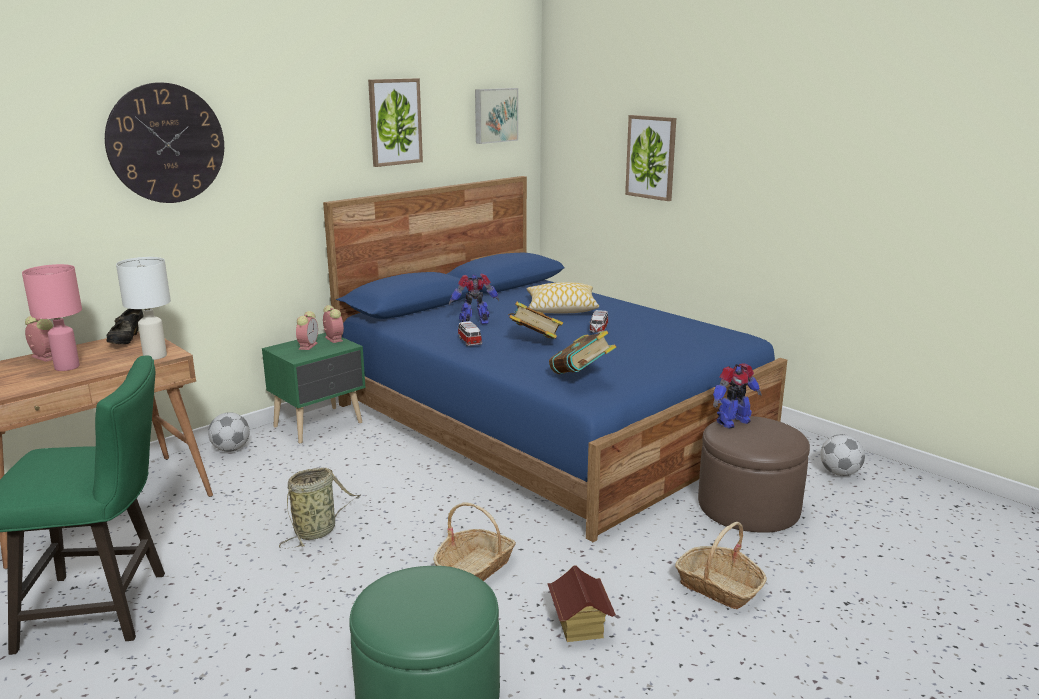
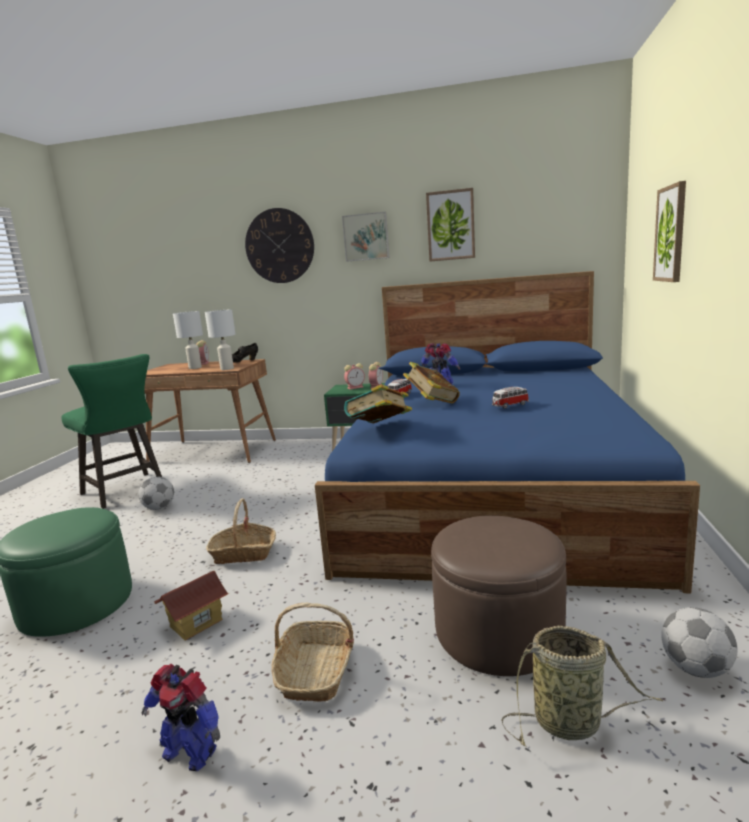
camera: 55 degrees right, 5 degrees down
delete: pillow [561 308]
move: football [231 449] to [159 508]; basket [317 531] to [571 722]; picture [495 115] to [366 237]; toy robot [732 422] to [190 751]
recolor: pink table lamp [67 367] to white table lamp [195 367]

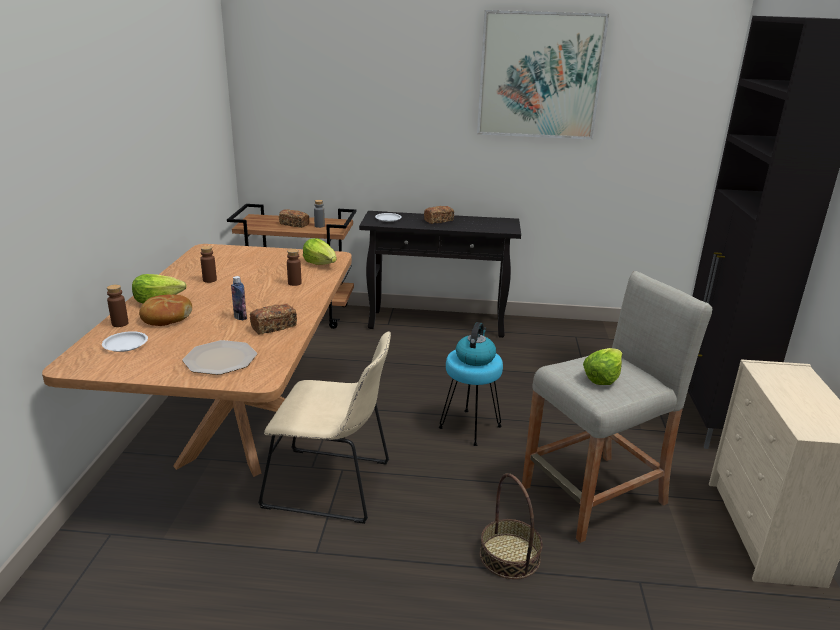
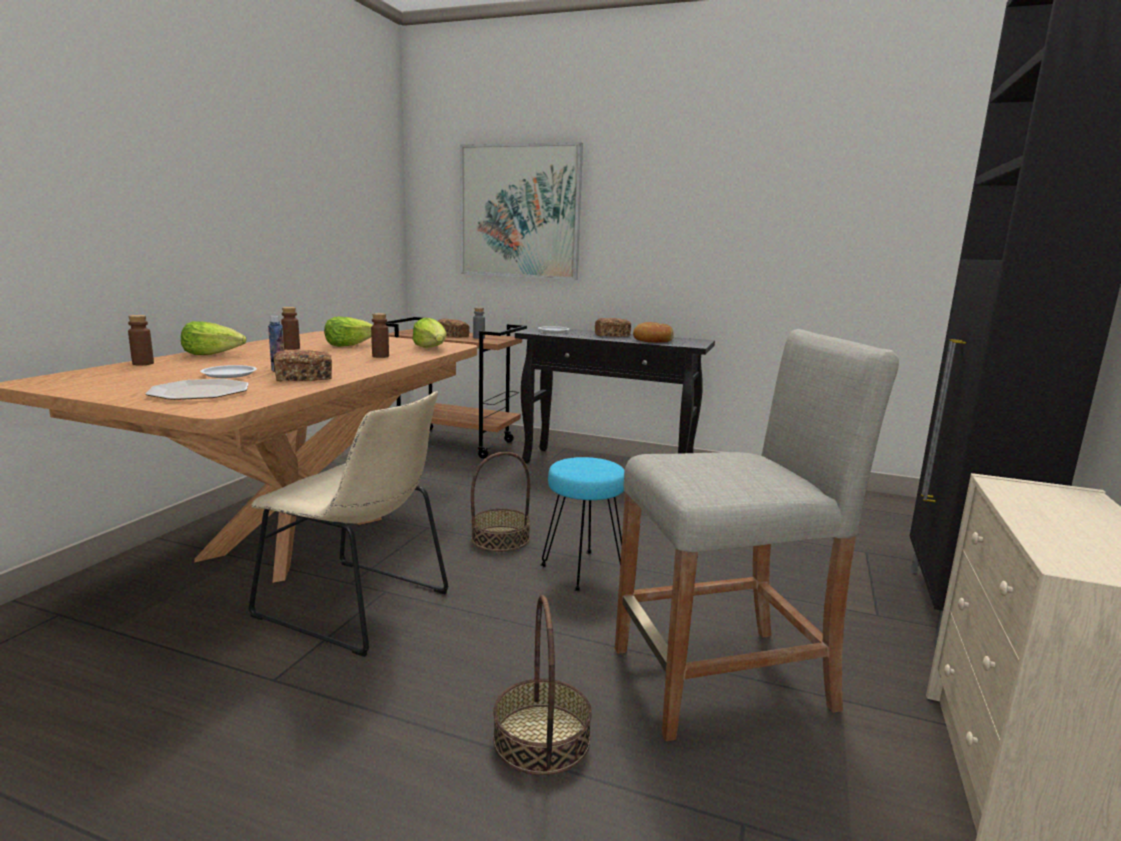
camera: 15 degrees right, 10 degrees down
delete: kettle [475 358]
insert: basket [500 538]
move: white plate [125 344] to [229 375]; bread [166 317] to [652 340]; picture [539 76] to [520 212]; lettuce [602 377] to [349 345]

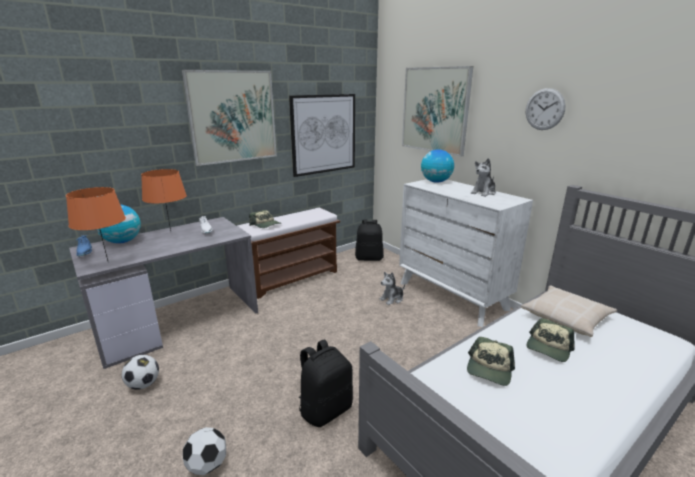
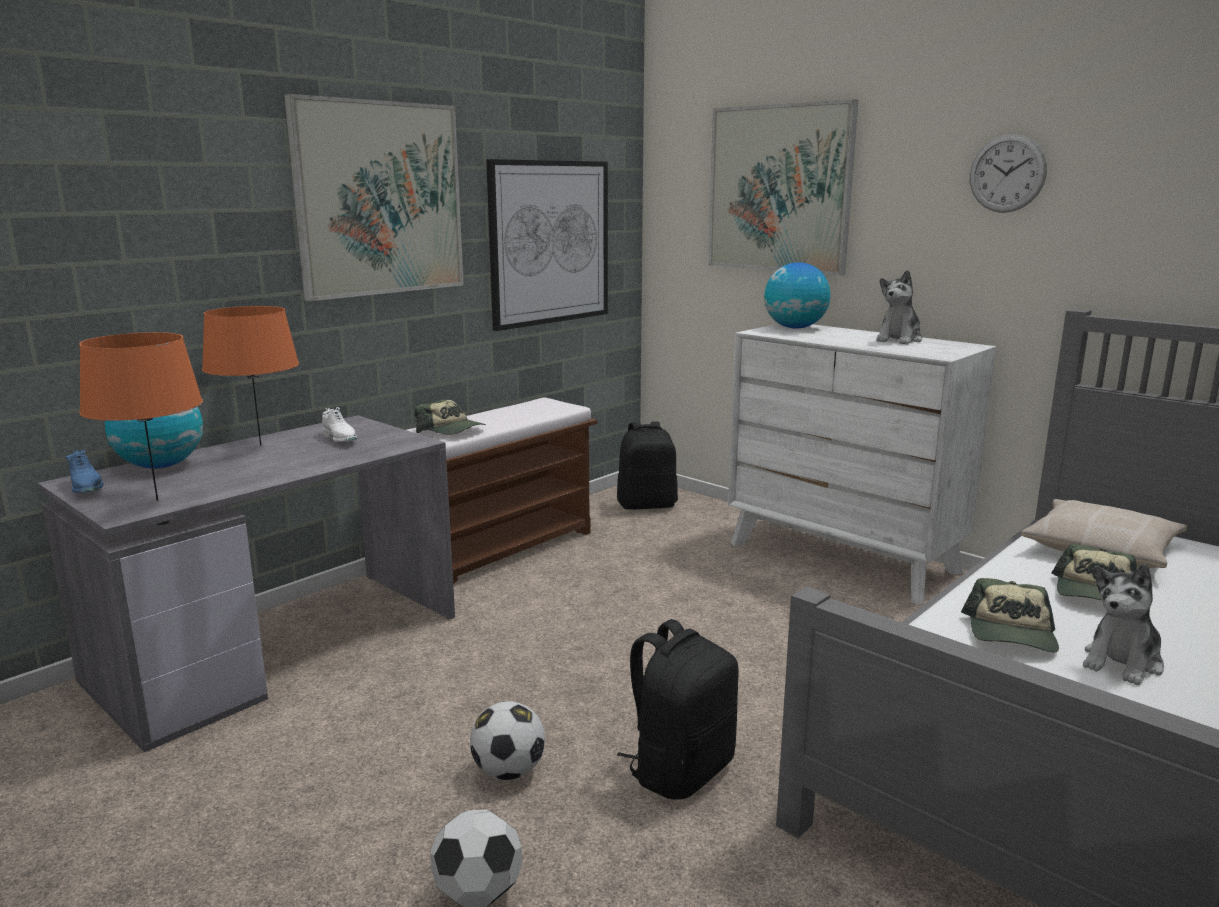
camera: 10 degrees left, 5 degrees down
move: football [143 384] to [509 771]; plush toy [392 299] to [1122 662]

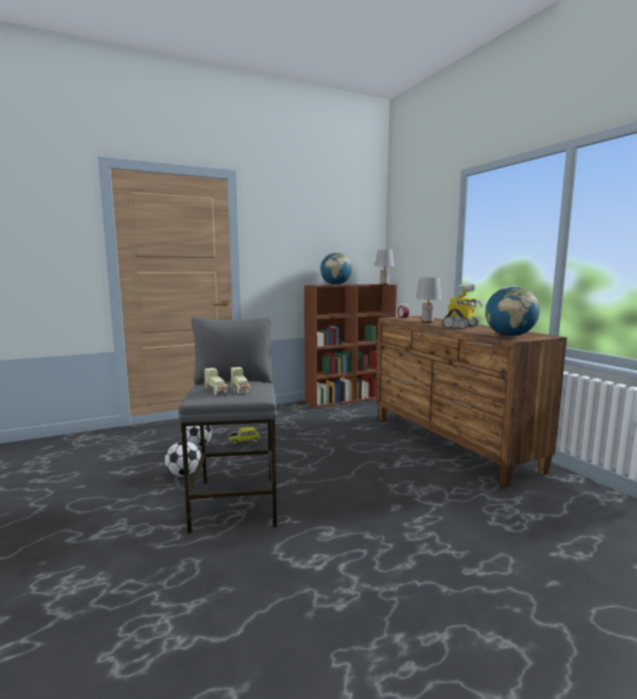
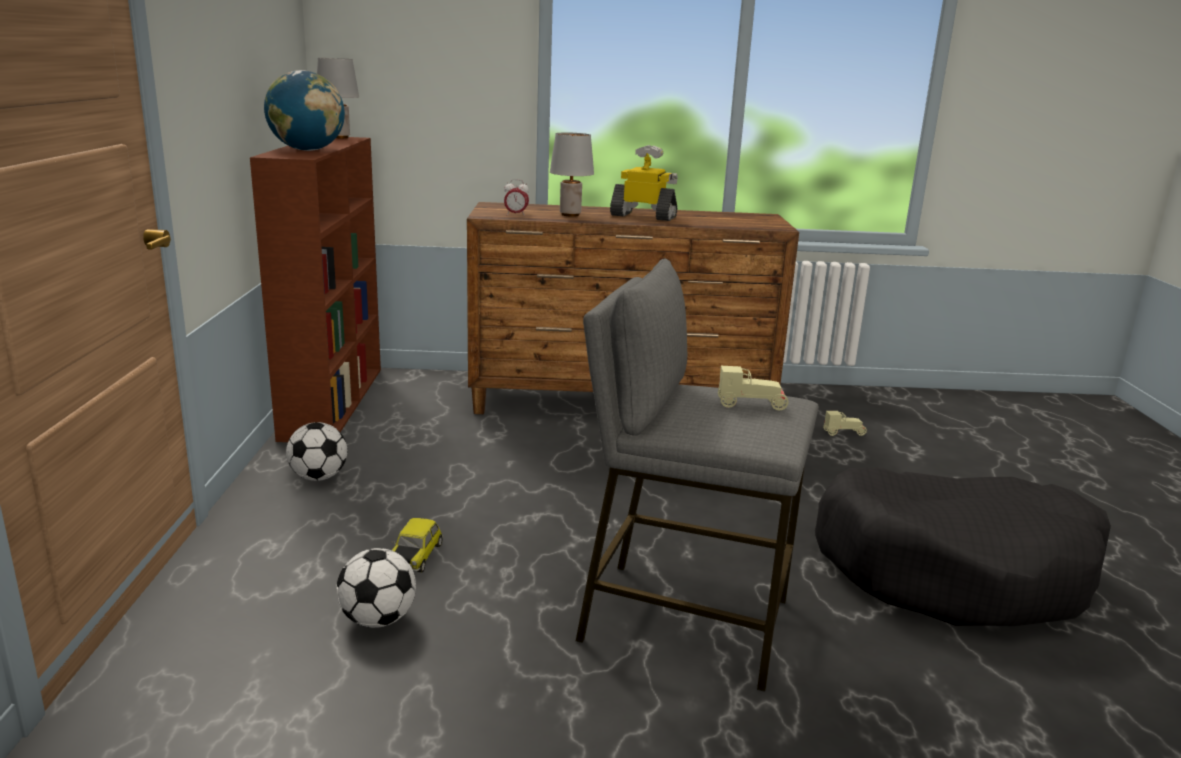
camera: 65 degrees left, 10 degrees up
delete: globe [509 336]
insert: black dog bed [954 570]
move: football [184 474] to [319 477]; beige toy car [216 390] to [844 433]
rotate: toy robot [461 326] = [644 216] 45 degrees counterclockwise

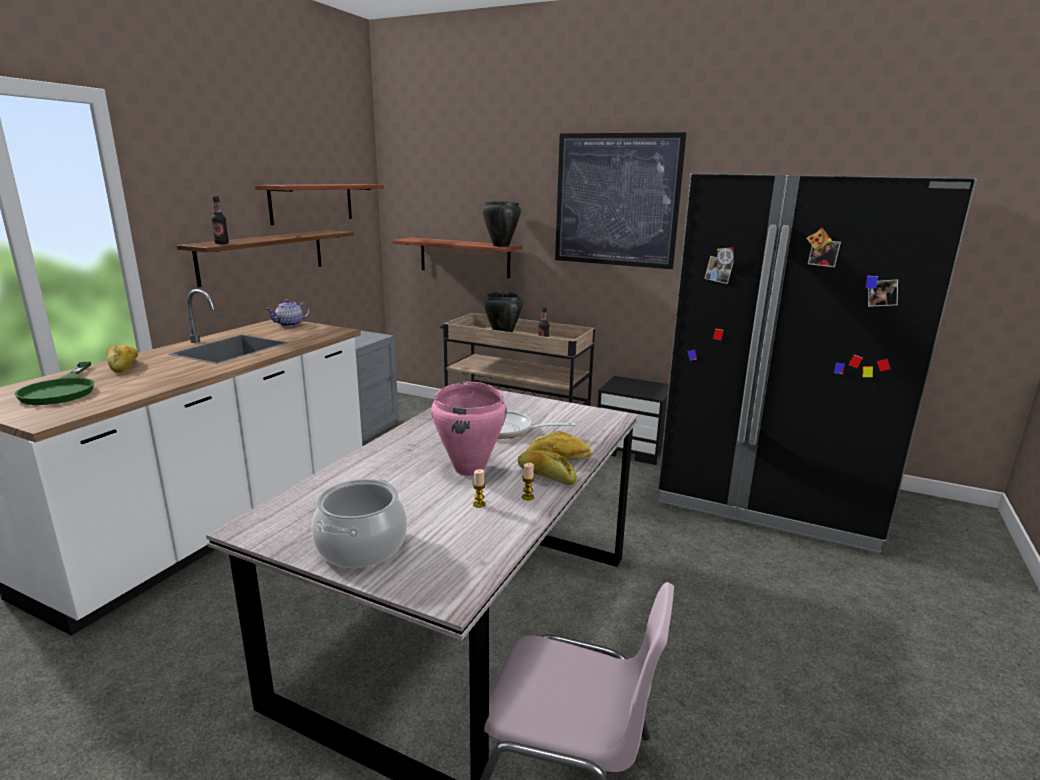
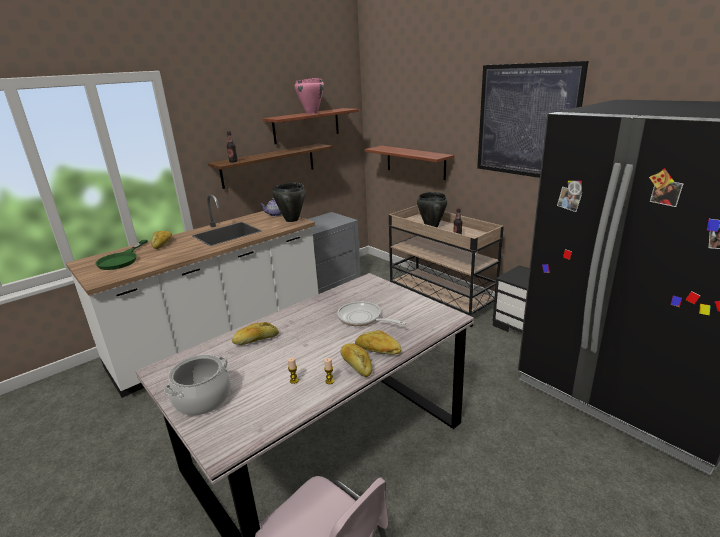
camera: 25 degrees right, 5 degrees up
insert: bread [256 340]
move: pink cooking pot [470 468] to [312 113]; black cooking pot [500 245] to [291 220]

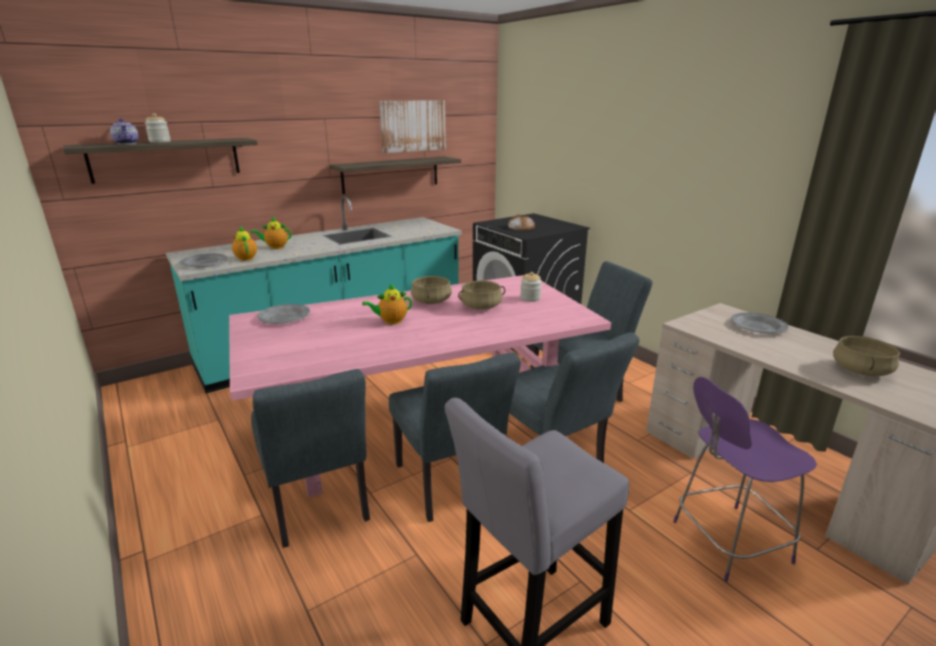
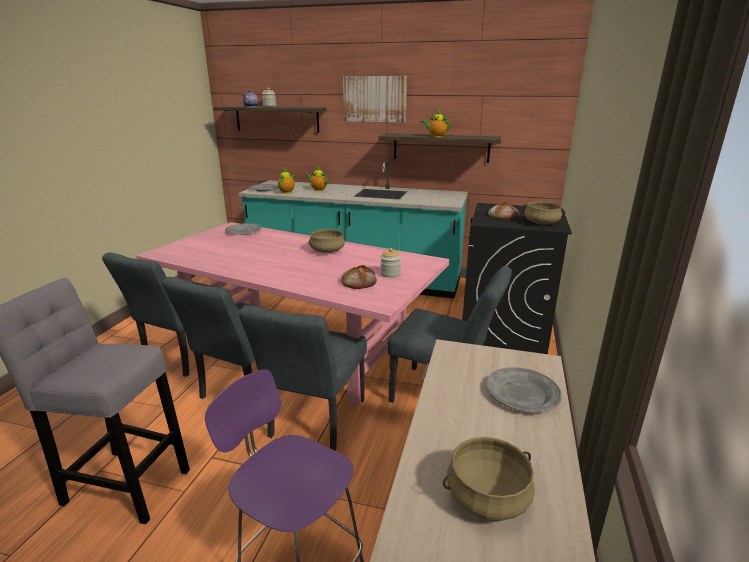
camera: 50 degrees right, 0 degrees up
insert: bread [359 281]
move: teapot [391 321] to [436 136]; picture [413 126] to [375 99]; beige cooking pot [481 307] to [541 223]

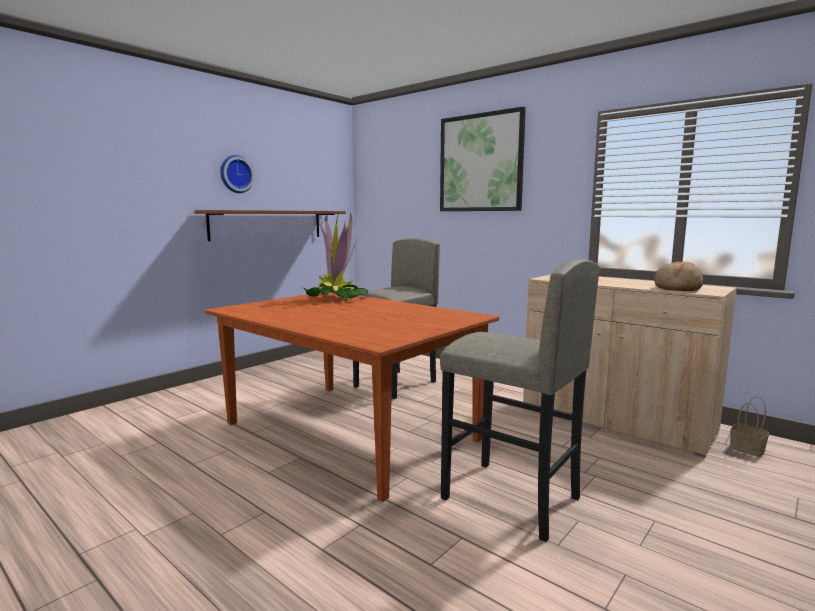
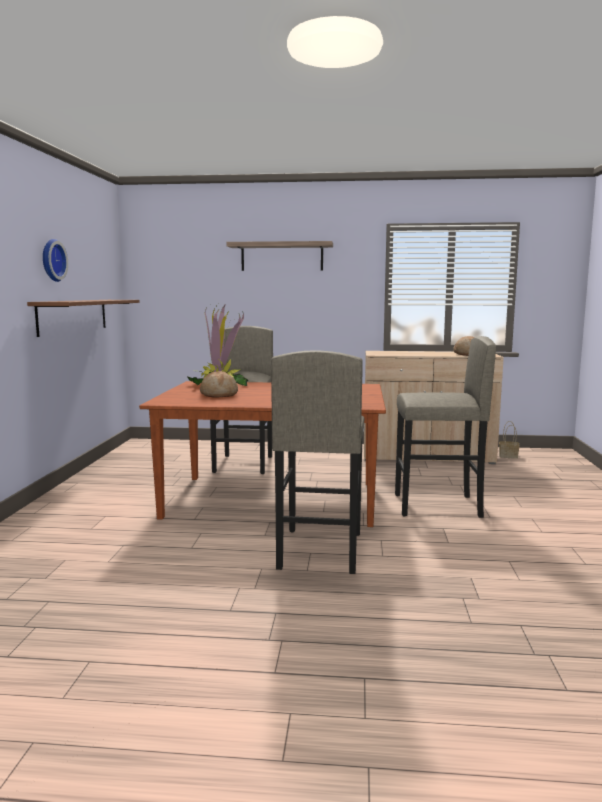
camera: 35 degrees left, 0 degrees up
insert: bread [218 394]; grey stool [319 550]
replace: picture [480 163] to shelf [282 257]

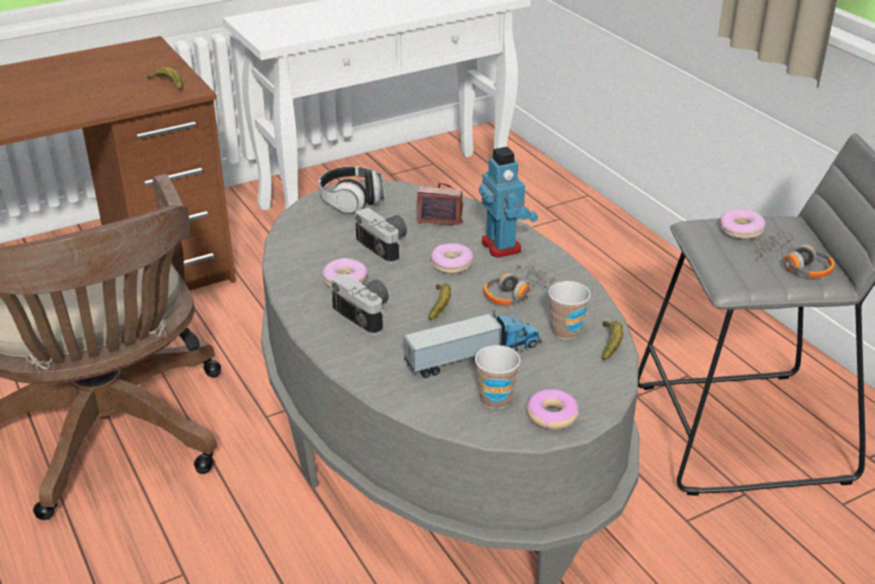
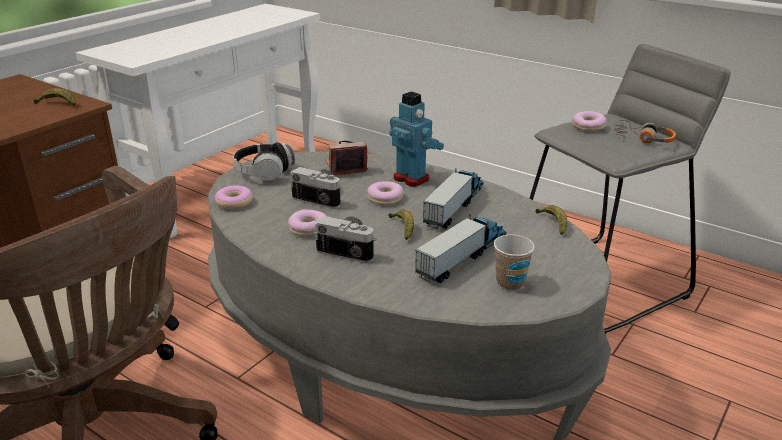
camera: 25 degrees left, 5 degrees down
delete: cup [566 331]
move: donut [552 415] to [234 202]
replace: headphones [519 293] to toy truck [455 206]

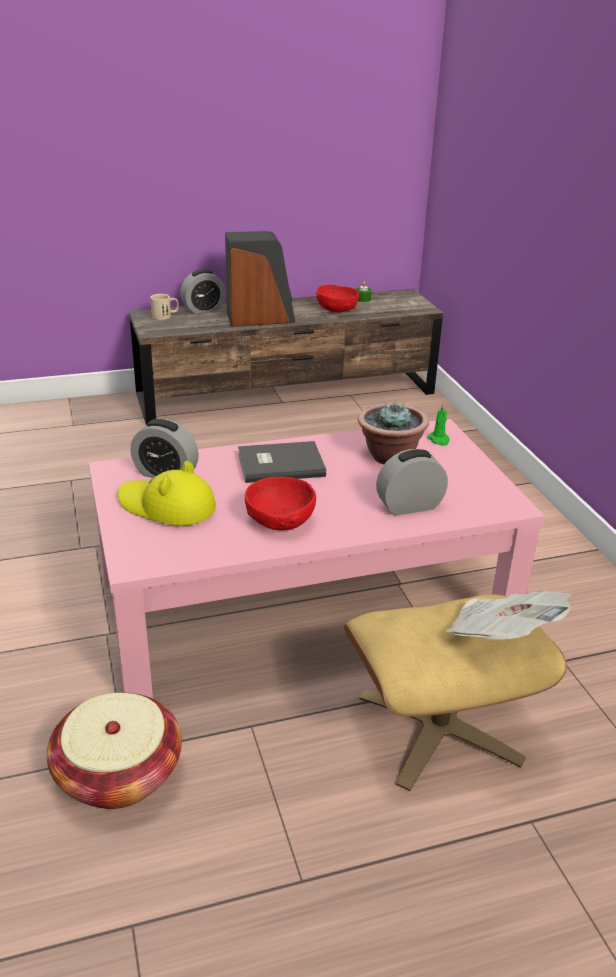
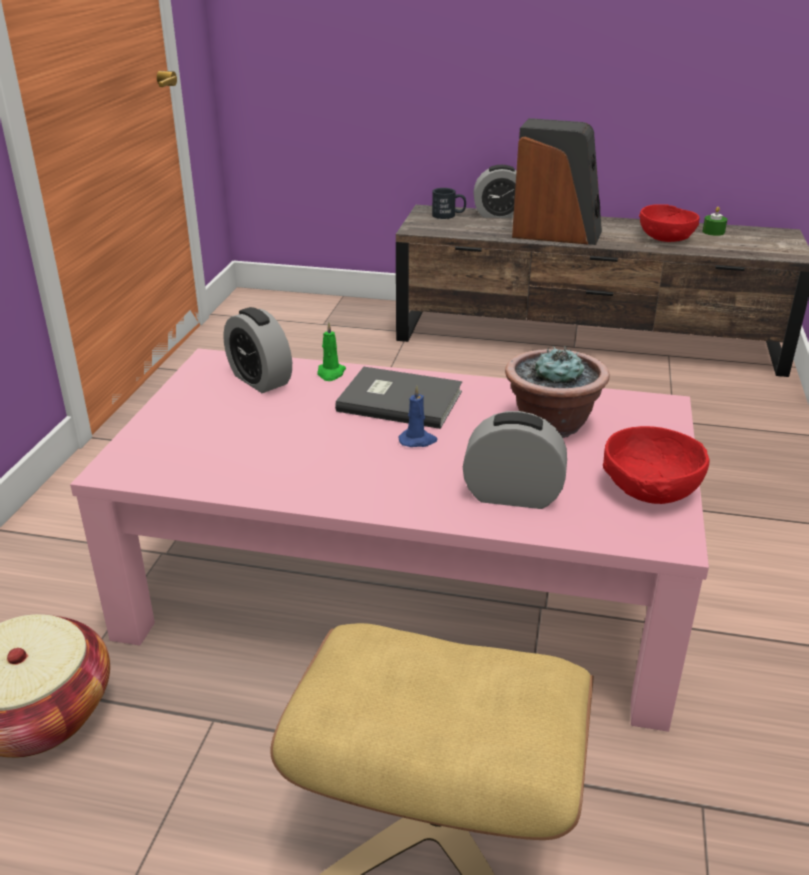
camera: 30 degrees right, 0 degrees up
delete: yellow hat [167 506]; newspaper [502 637]
insert: blue candle [418 440]
move: red bowl [279 521] to [649 489]; green candle [439 440] to [330 373]
recolor: beige mug [165 316] to black mug [448 215]

